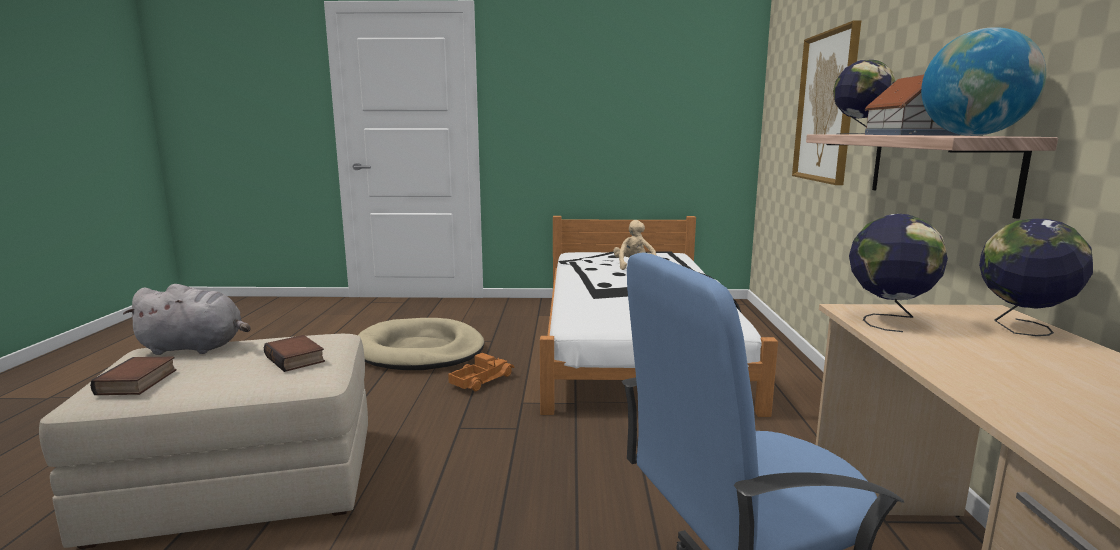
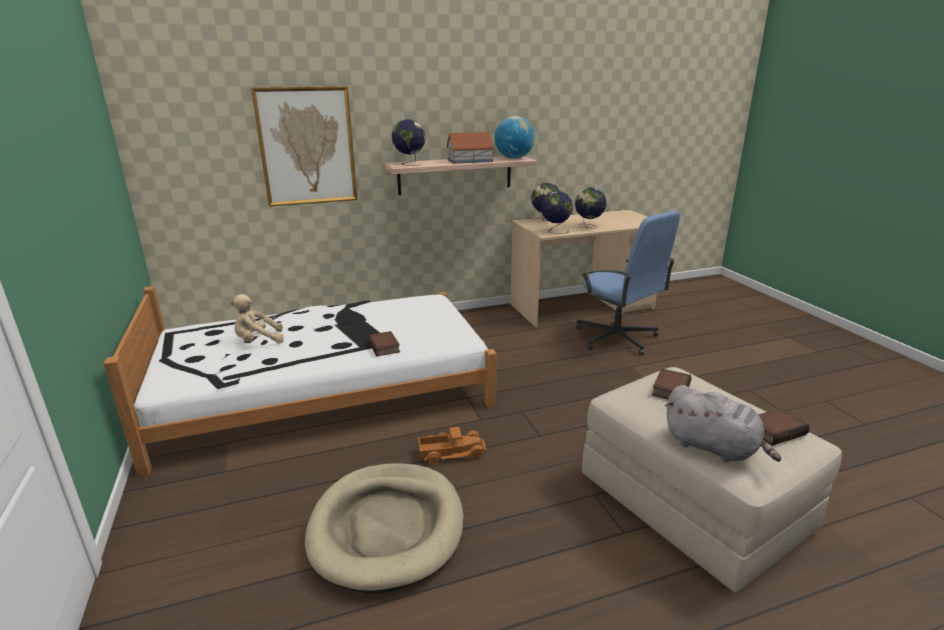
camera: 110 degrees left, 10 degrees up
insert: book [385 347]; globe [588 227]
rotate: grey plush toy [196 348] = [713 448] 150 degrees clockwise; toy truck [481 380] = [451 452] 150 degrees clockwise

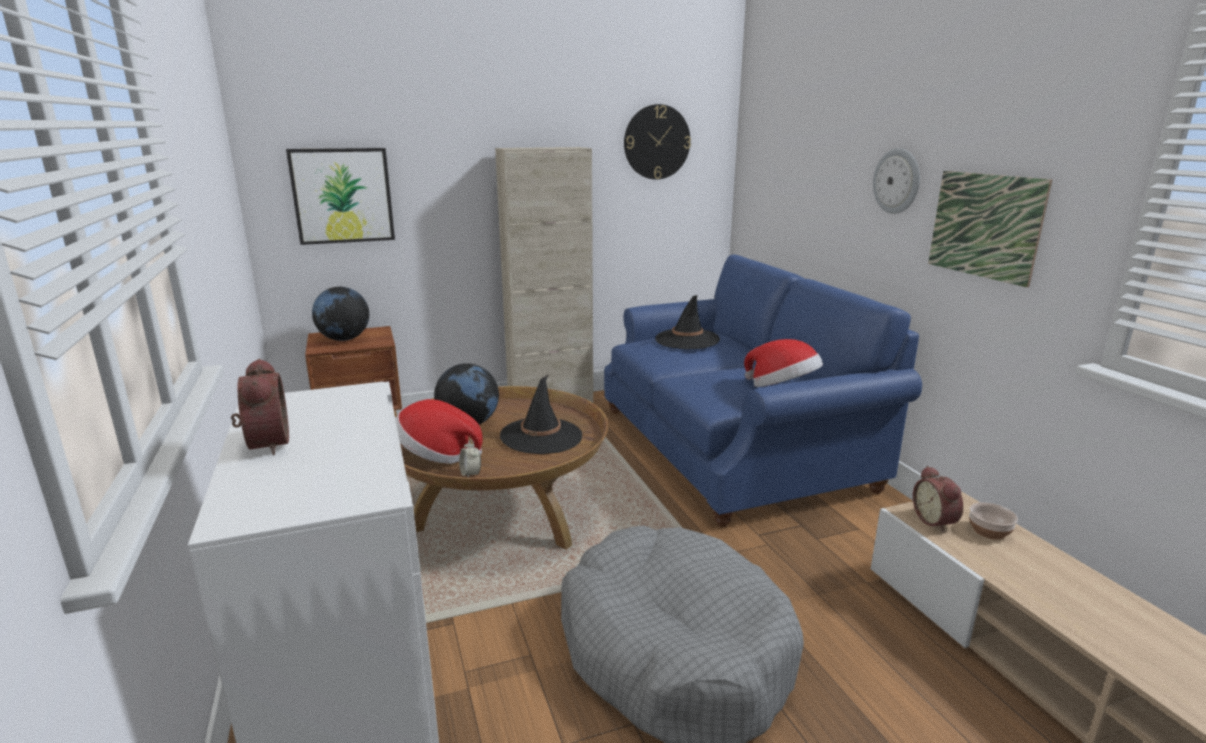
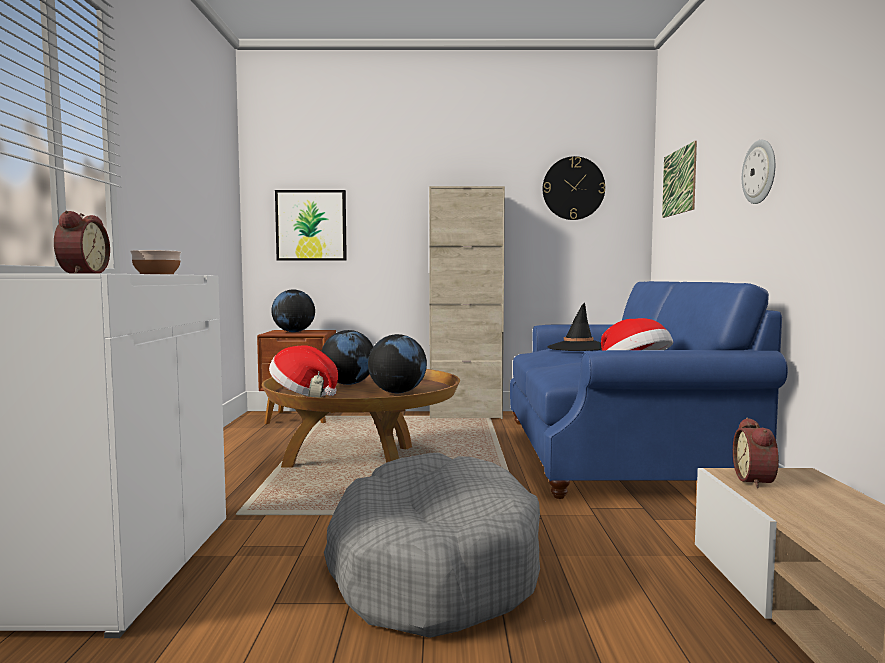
camera: 20 degrees right, 15 degrees down
move: picture [985 225] to [679 181]; bowl [988 531] to [156 274]
replace: black hat [541 436] to globe [397 392]

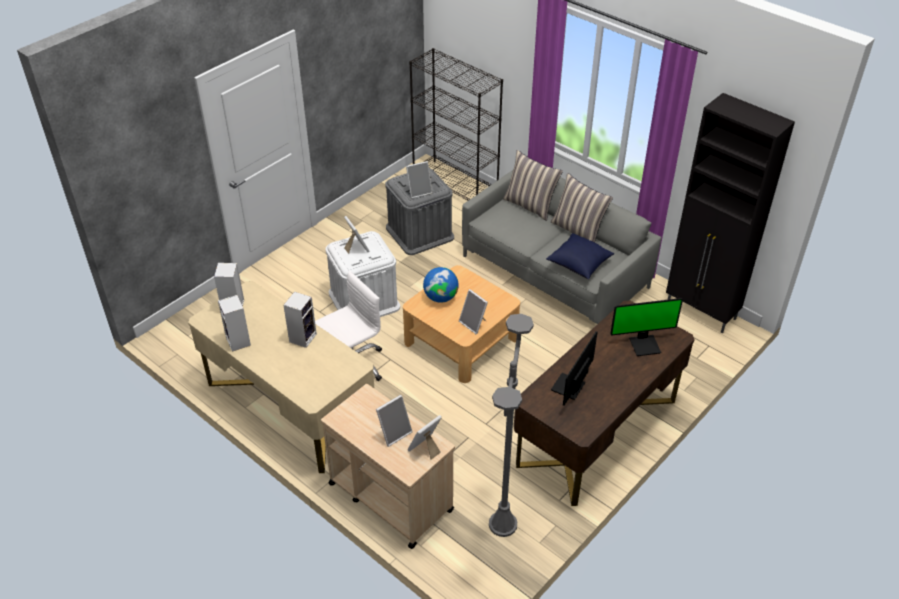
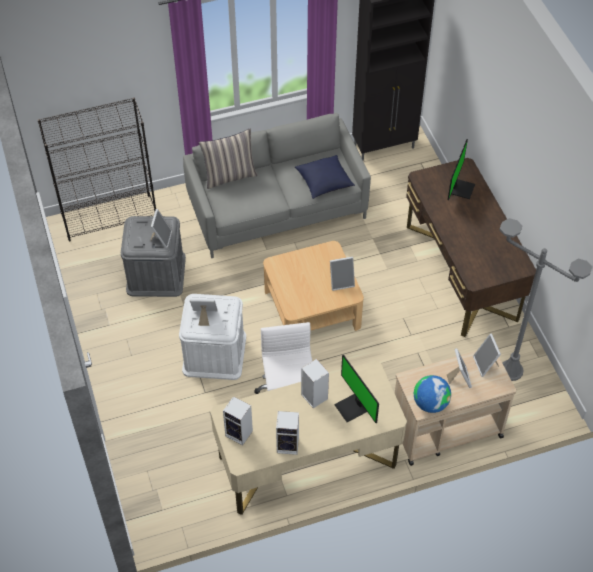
camera: 60 degrees left, 10 degrees up
delete: pillow [578 230]
move: globe [440 297] to [430 403]; monitor [569 388] to [352 408]

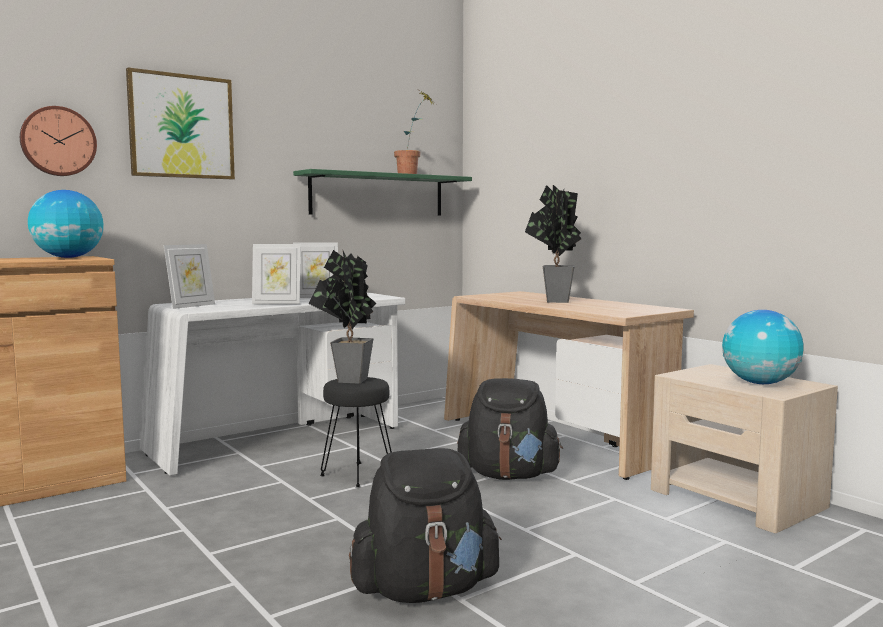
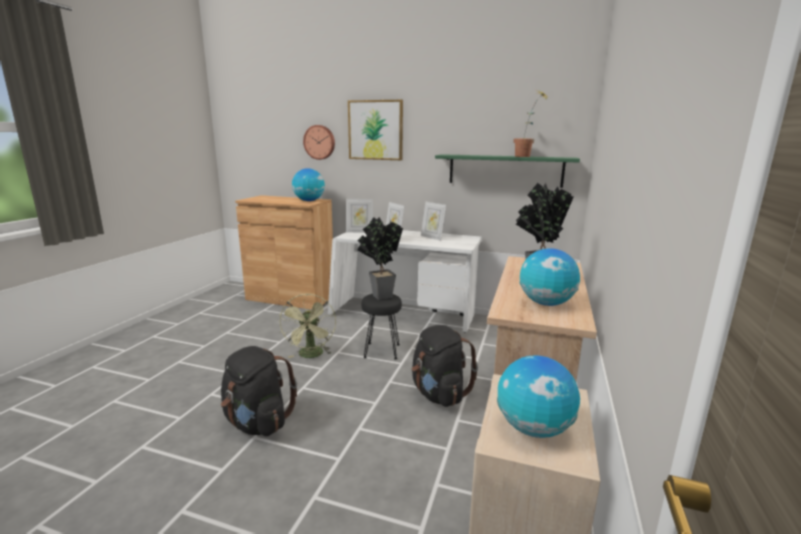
camera: 55 degrees right, 10 degrees up
insert: green fan [311 355]; globe [546 303]

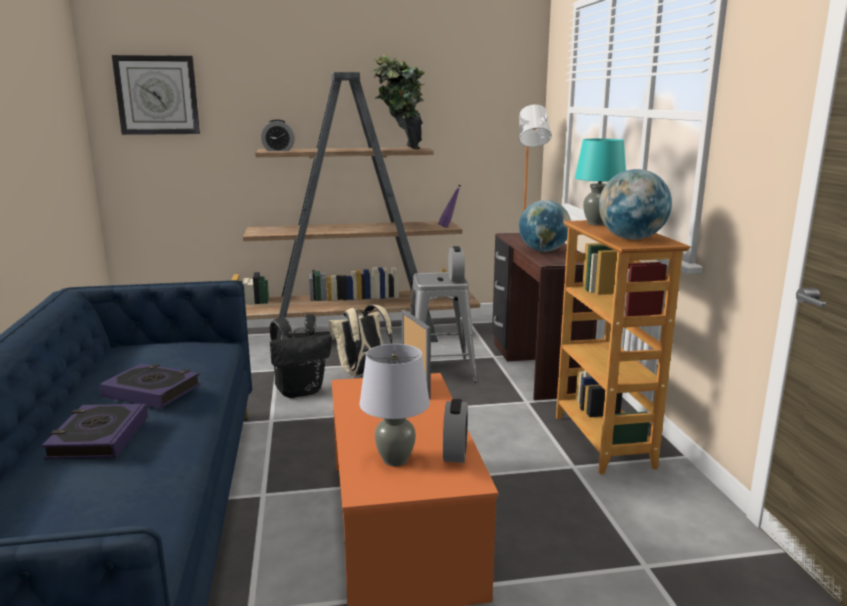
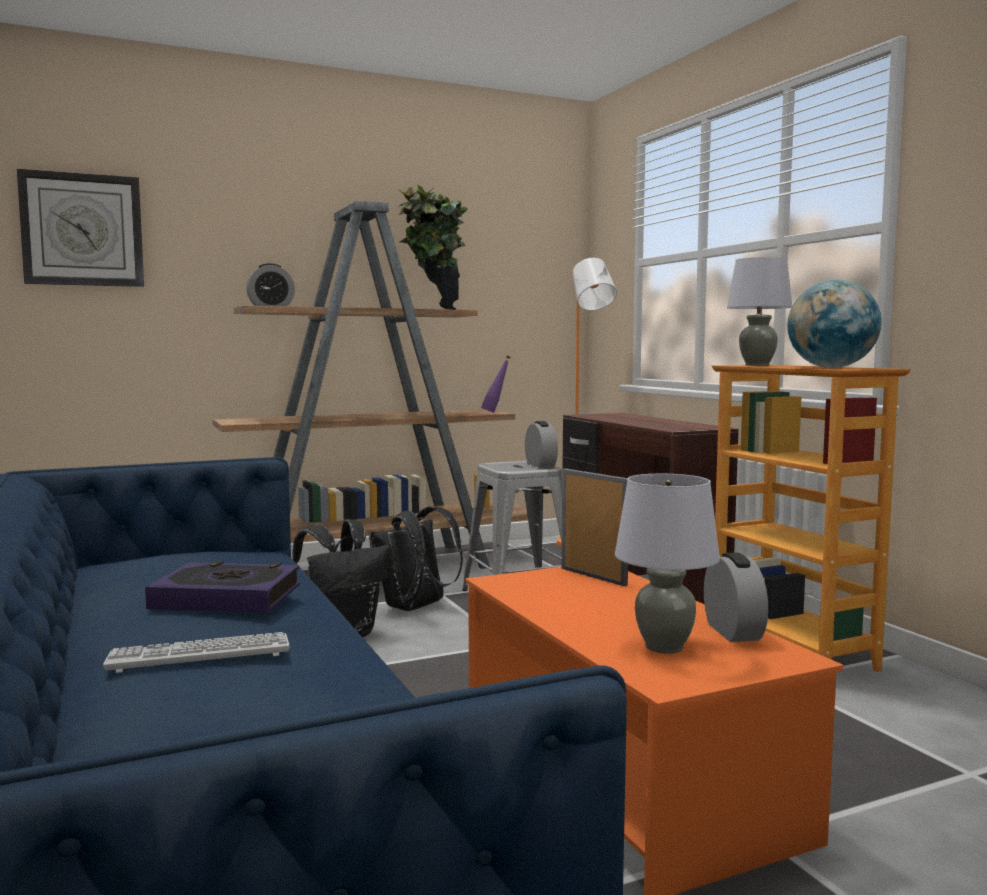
camera: 15 degrees left, 10 degrees down
delete: globe [543 251]
replace: book [98 438] to keyboard [200 654]
recolor: beige backpack [362 373] to black backpack [415 608]; turquoise table lamp [596 224] to grey table lamp [757 365]

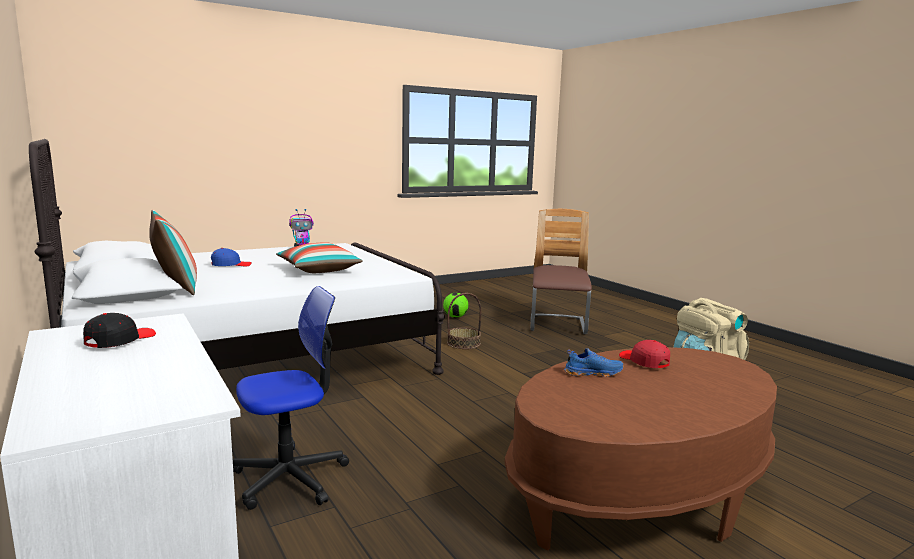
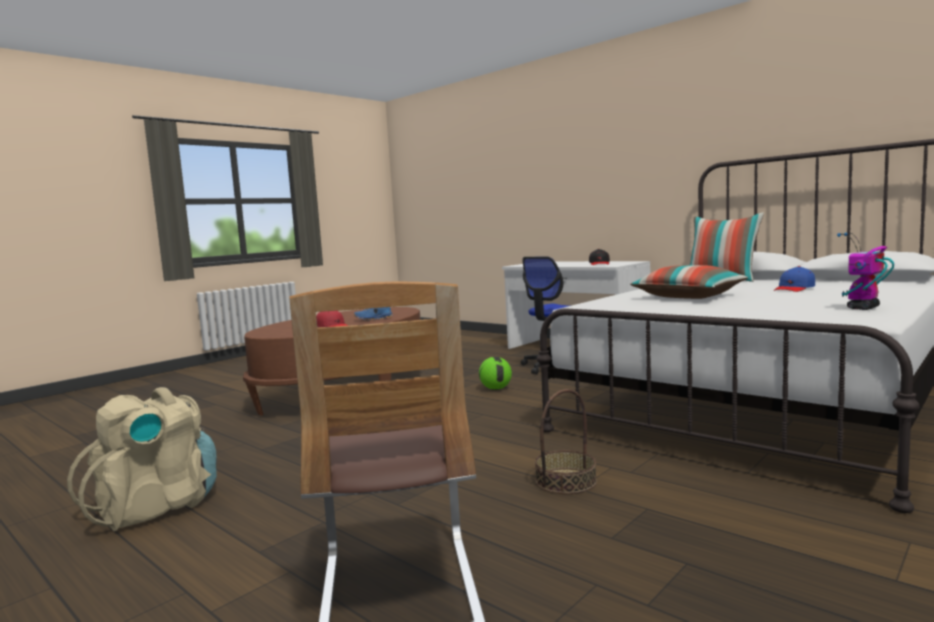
camera: 165 degrees right, 5 degrees down
move: football [455 317] to [496 389]

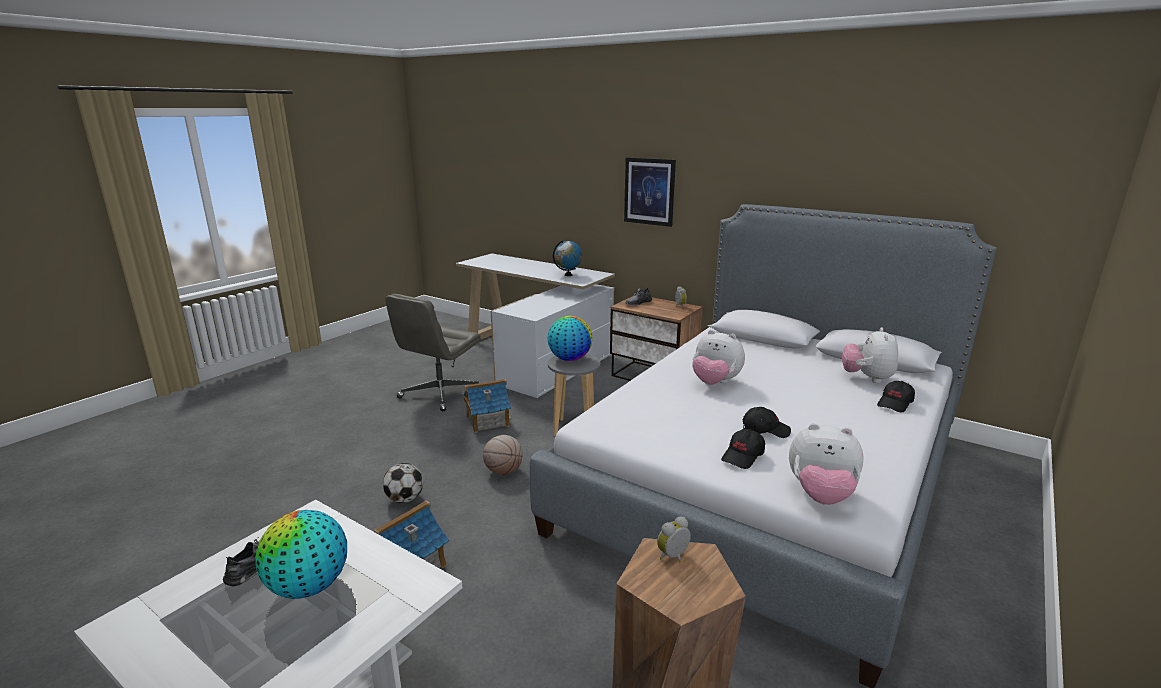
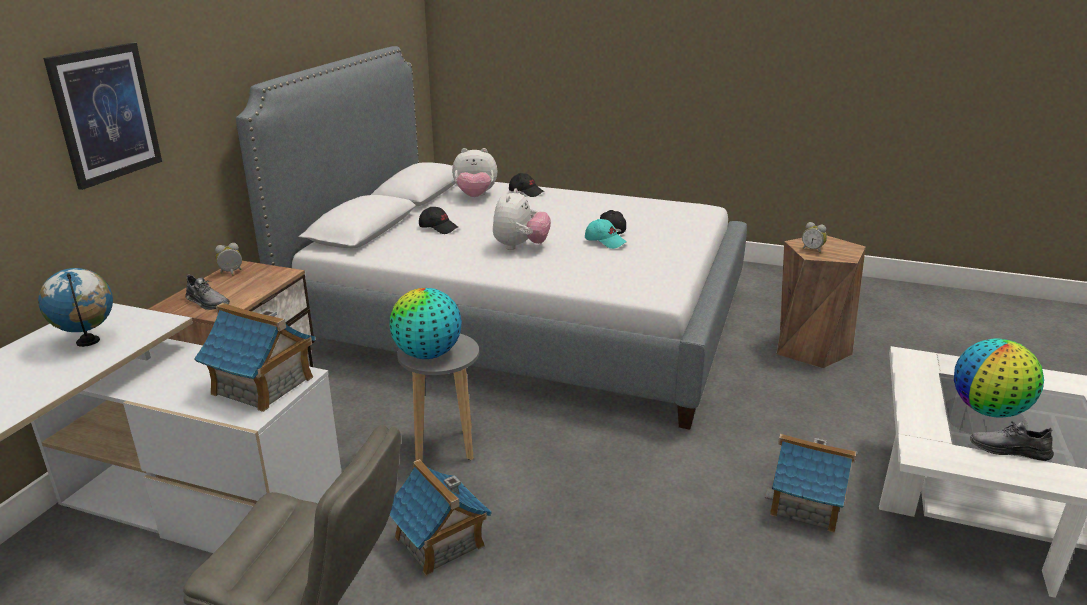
camera: 105 degrees left, 5 degrees up
delete: football [405 499]; basketball [504 471]; plush toy [820 495]
insert: toy house [263 386]; turquoise cap [605 241]
move: black cap [743 456] to [438 228]

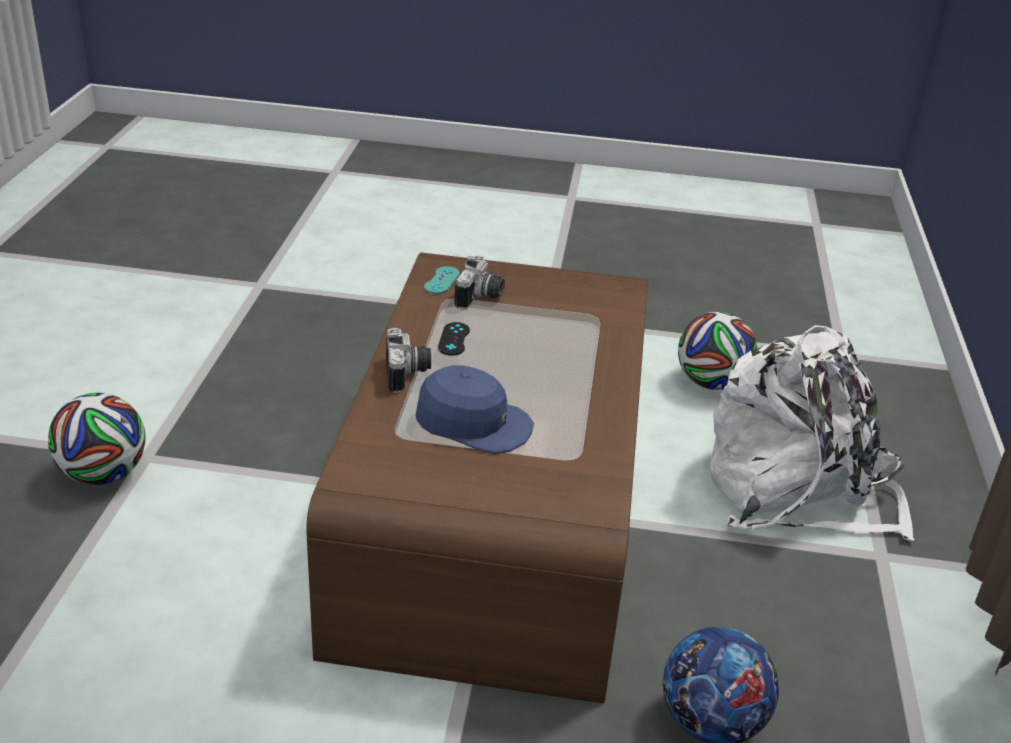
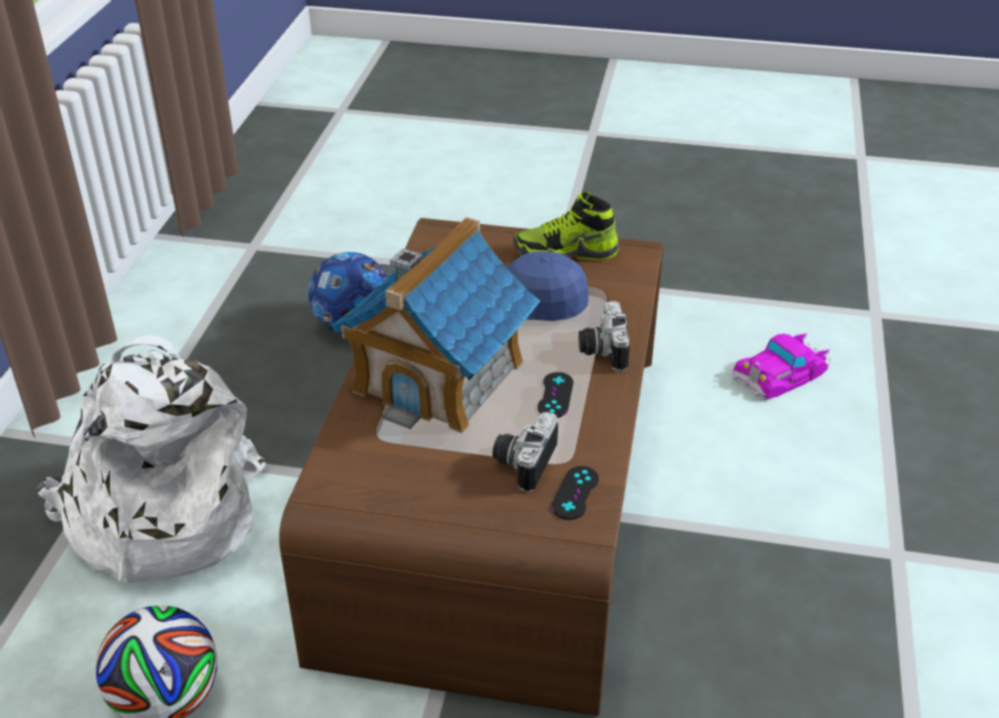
camera: 175 degrees left, 5 degrees up
delete: football [103 475]
insert: toy house [440 377]; shoe [565 253]; toy car [781 373]
recolor: turquoise game controller [442 280] to black game controller [575 493]

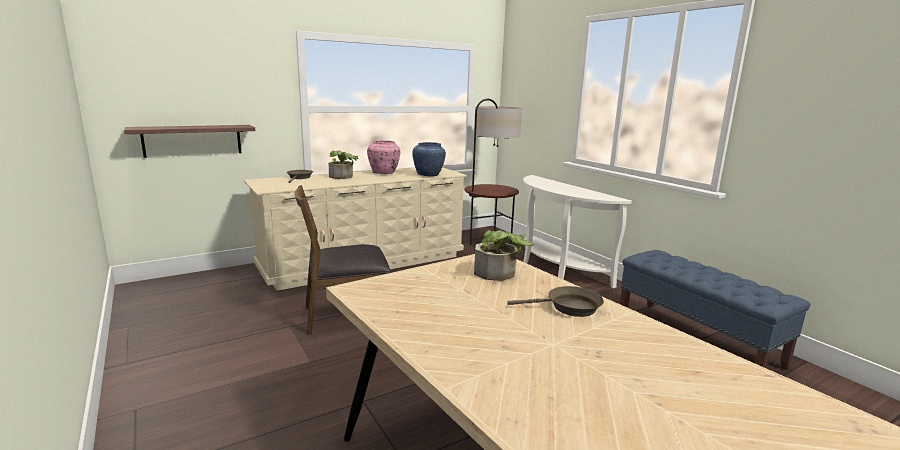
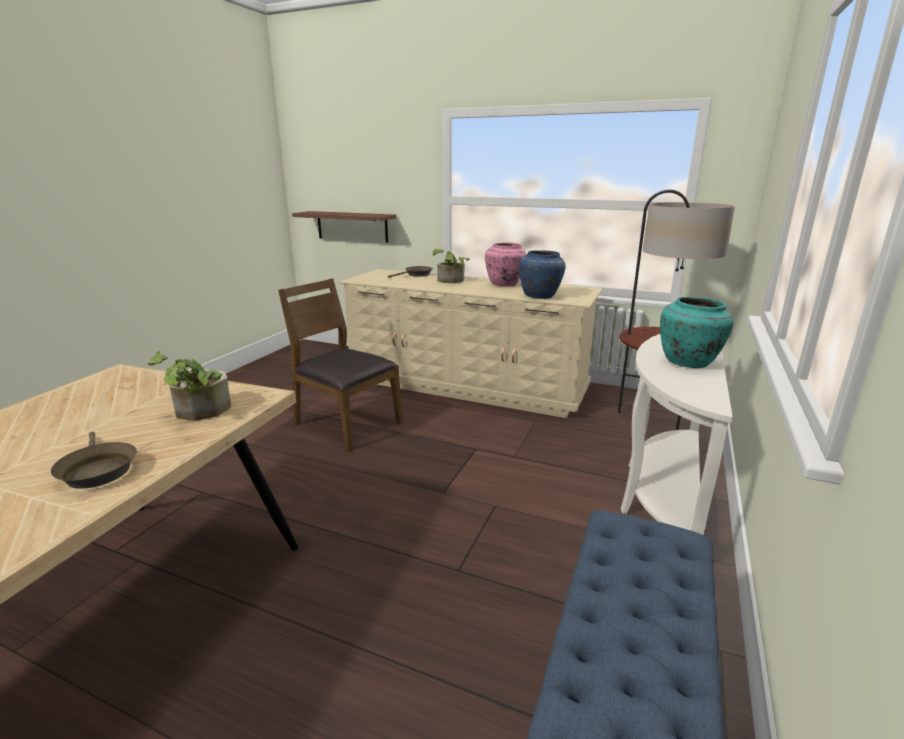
camera: 55 degrees right, 5 degrees up
insert: turquoise vase [689 362]

